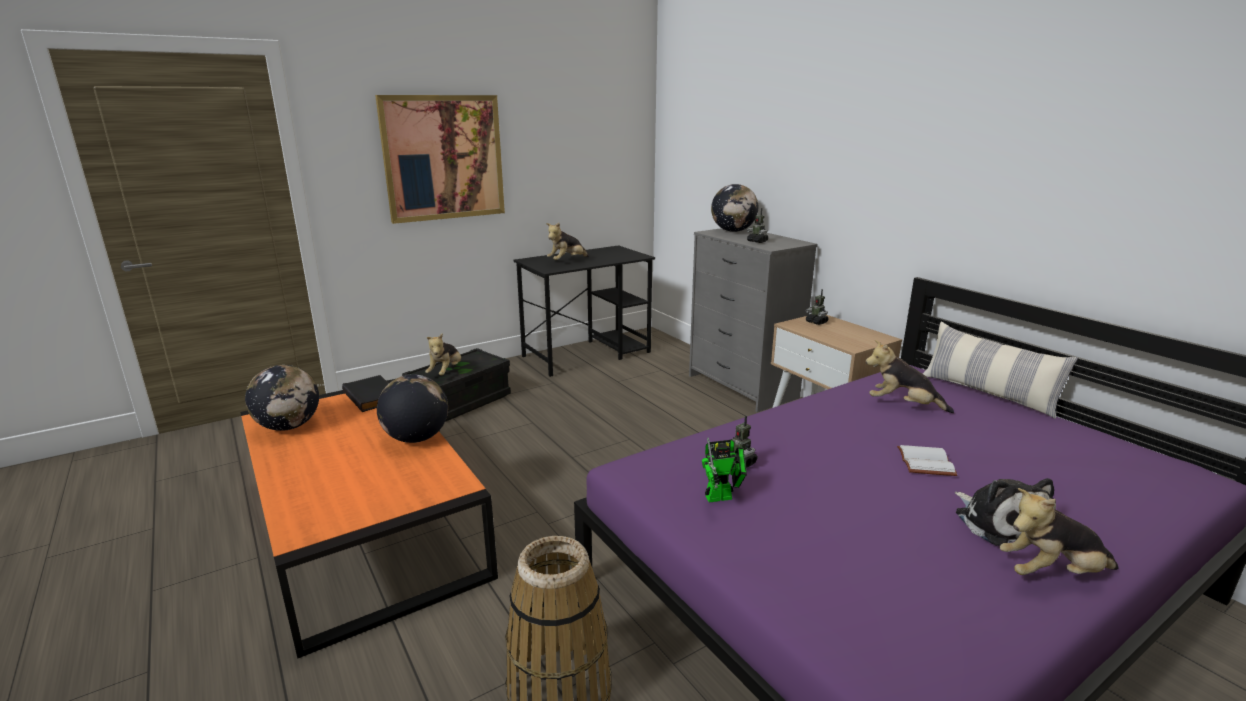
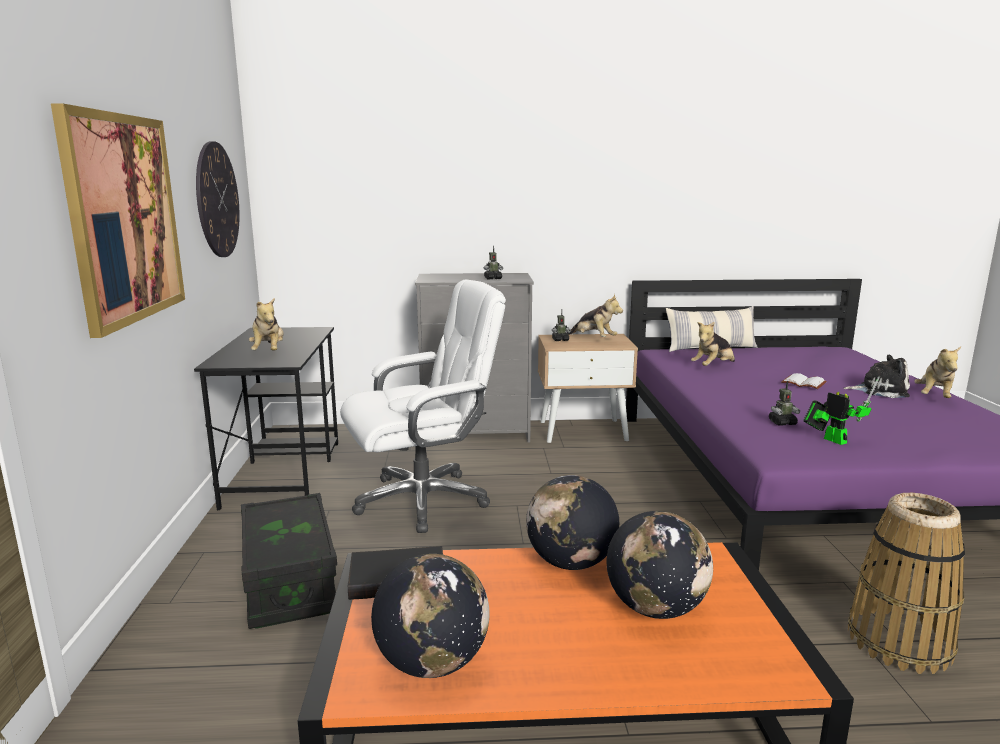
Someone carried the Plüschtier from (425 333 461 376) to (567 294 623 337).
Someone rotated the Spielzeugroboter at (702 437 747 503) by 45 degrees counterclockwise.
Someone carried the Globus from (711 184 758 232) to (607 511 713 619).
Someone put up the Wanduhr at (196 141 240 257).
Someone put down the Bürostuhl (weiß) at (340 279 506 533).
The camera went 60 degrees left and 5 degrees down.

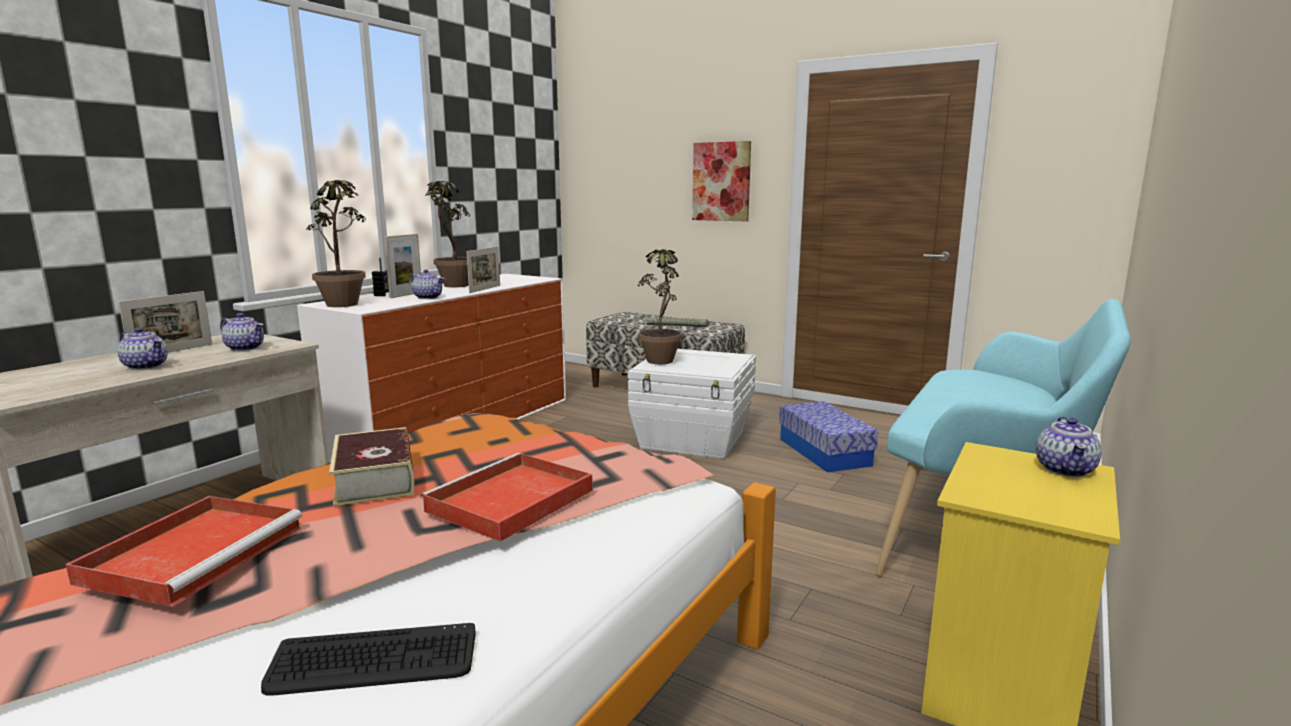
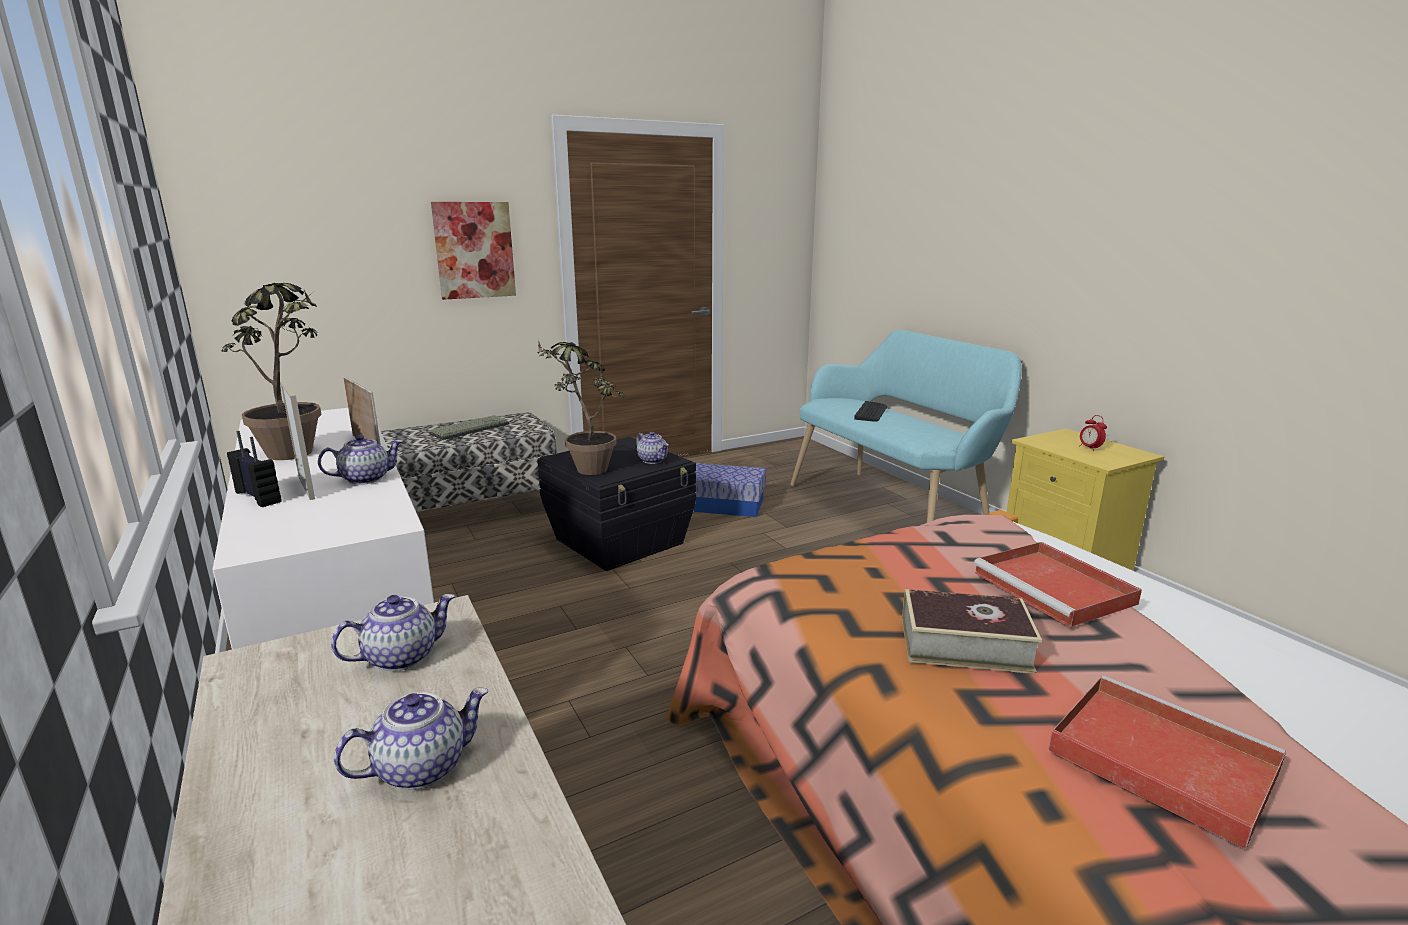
Someone took away the Bilderrahmen at (118 291 212 353).
Someone carried the Tastatur from (261 623 476 696) to (854 401 887 422).
Someone took away the Topfpflanze at (306 180 366 307).
Someone repainted the Aufbewahrungsbox (weiß) at (628 349 756 459), which became the Aufbewahrungsbox (schwarz) at (537 437 696 571).
Someone carried the Teekanne from (1036 417 1102 477) to (636 432 669 464).
Someone put down the Wecker at (1079 415 1107 451).
The camera went 60 degrees left and 5 degrees up.

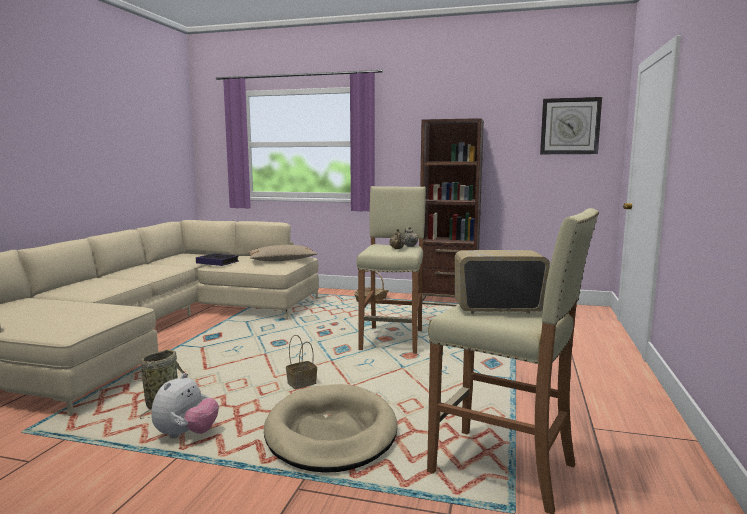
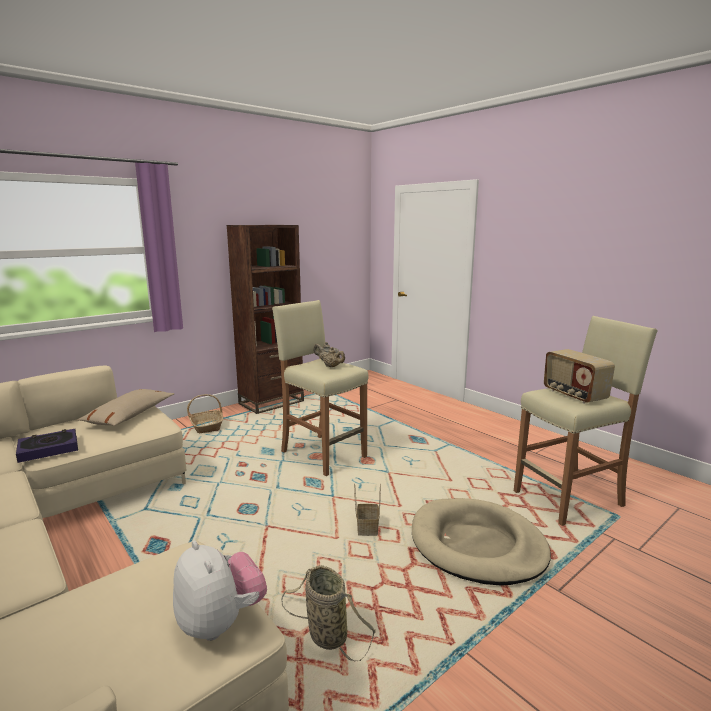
Someone carried the Plüschtier from (151 373 219 438) to (173 540 267 641).
Someone rotated the Radio at (455 250 550 314) by 60 degrees counterclockwise.
Someone took away the Wanduhr at (540 97 602 154).
The camera went 55 degrees left and 5 degrees up.

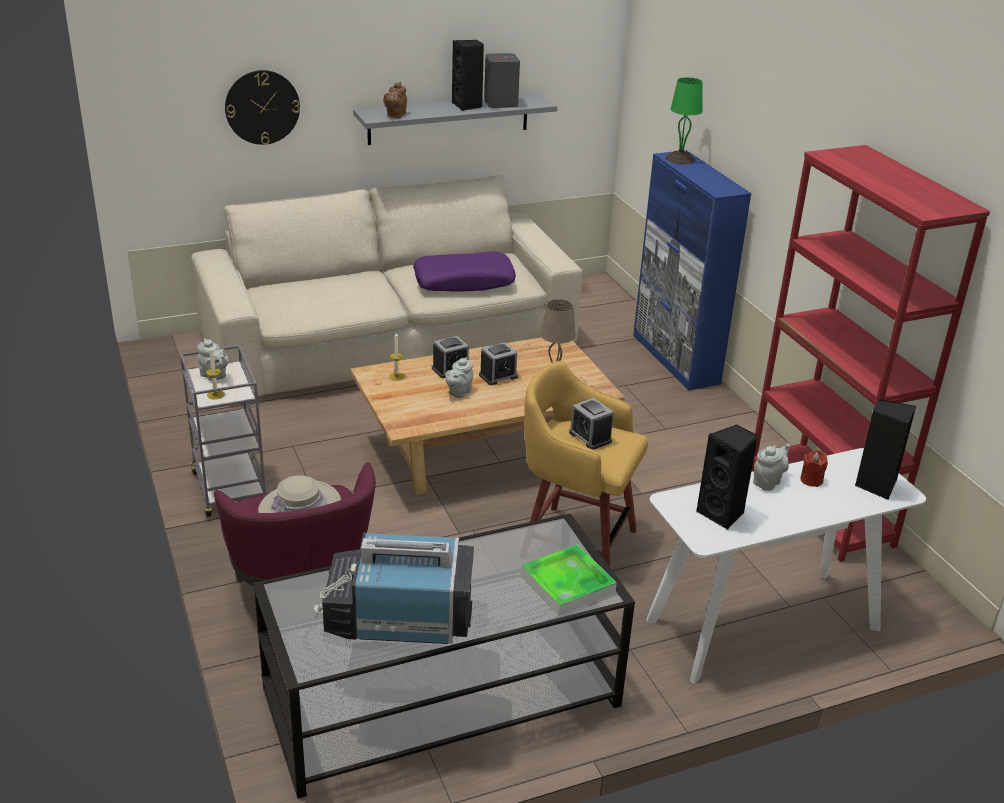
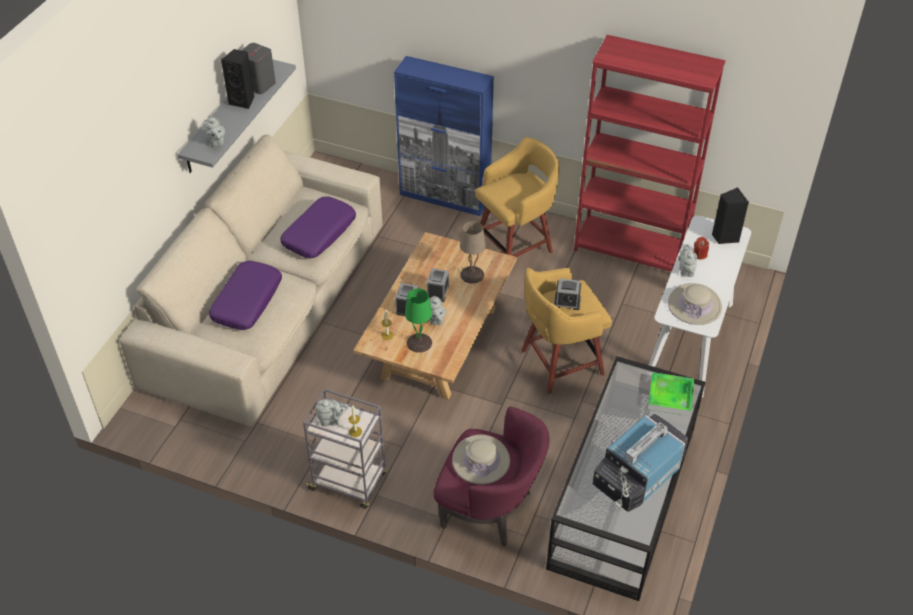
Someone took away the Wanduhr at (225 70 300 145).
Someone repainted the Teekanne (braun) at (383 82 407 118), which became the Teekanne (grau) at (205 116 225 146).
Someone carried the Tischlampe (grün) from (666 77 703 164) to (405 289 432 353).
Someone swapped the Lautsprecher (schwarz) at (696 424 758 530) for the Hut (beige) at (668 283 722 325).
Someone put down the Kissen (lila) at (209 261 282 330).
Someone put down the Hocker (gelb) at (475 137 560 257).
The camera went 45 degrees left and 15 degrees up.

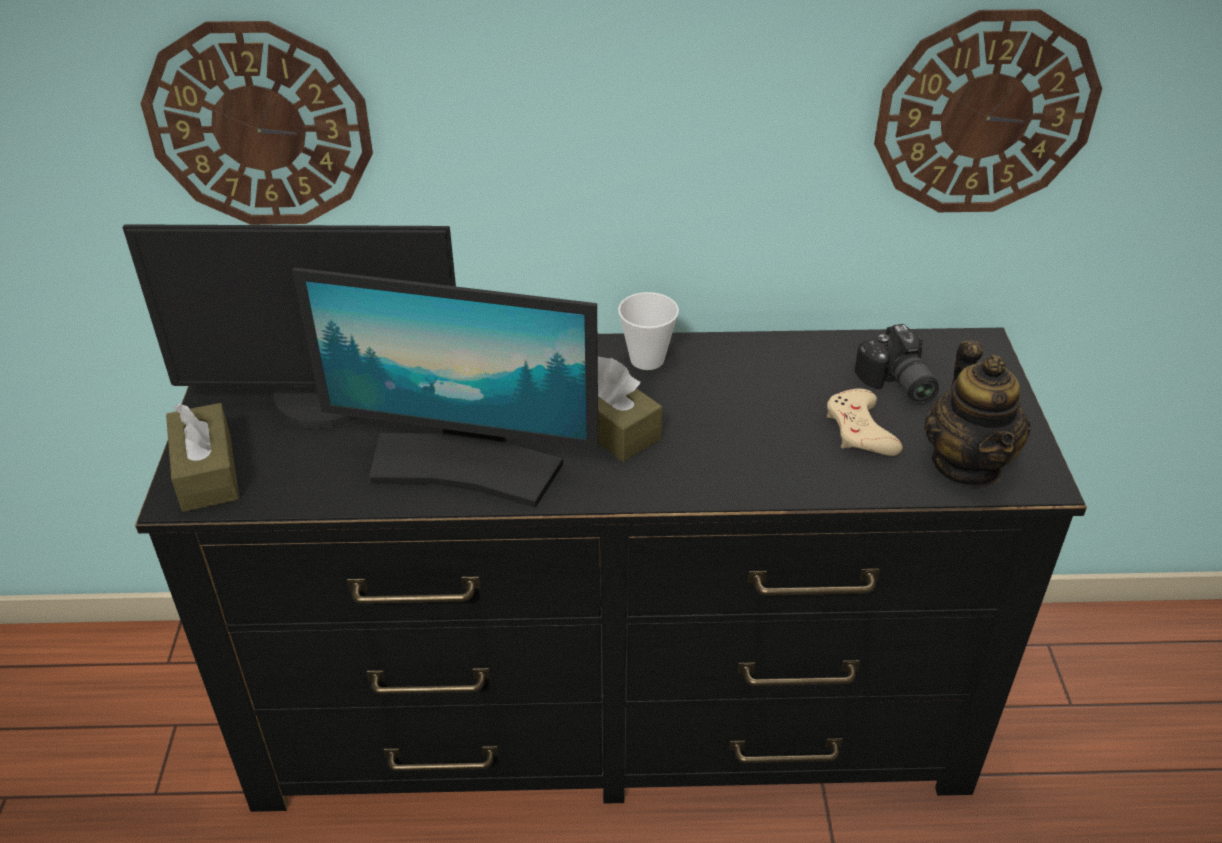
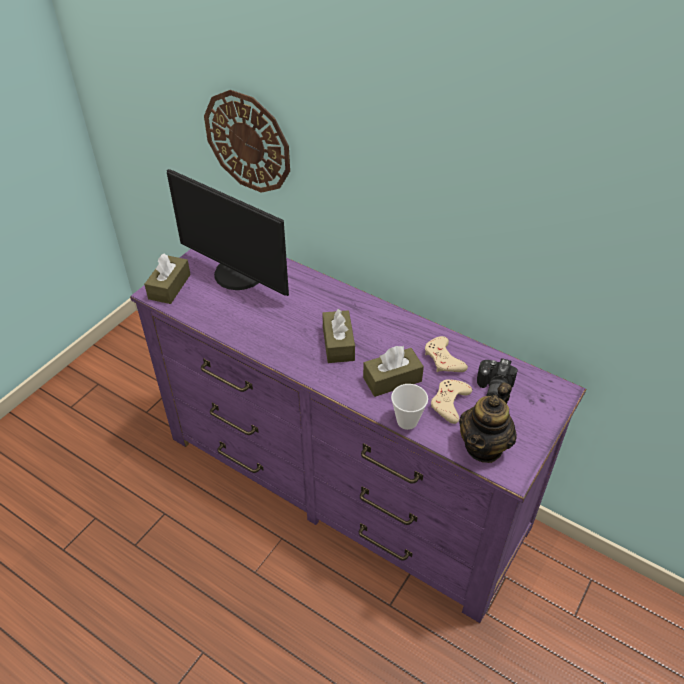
Someone repainted the Kommode (schwarz) at (135 328 1087 812), which became the Kommode (lila) at (130 249 586 623).
Someone took away the Monitor at (292 268 598 508).
Someone carried the Tasse from (618 292 679 370) to (391 384 428 430).
Someone took away the Wanduhr at (874 9 1102 212).
Someone put down the Taschentuchbox (braun) at (363 346 424 397).
Someone put down the Gamepad (beige) at (425 336 468 372).
The camera went 35 degrees right and 5 degrees up.

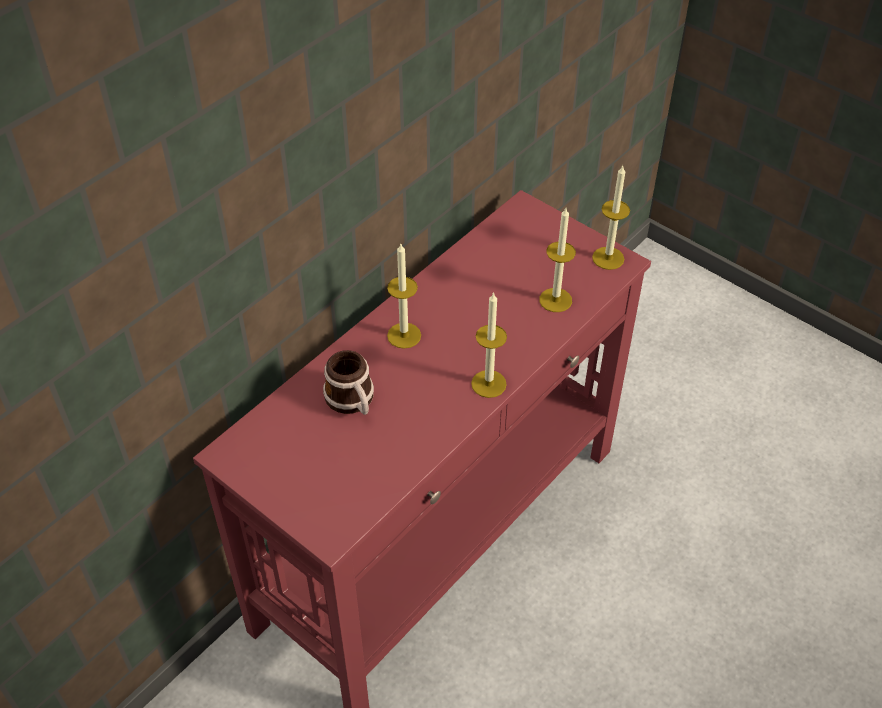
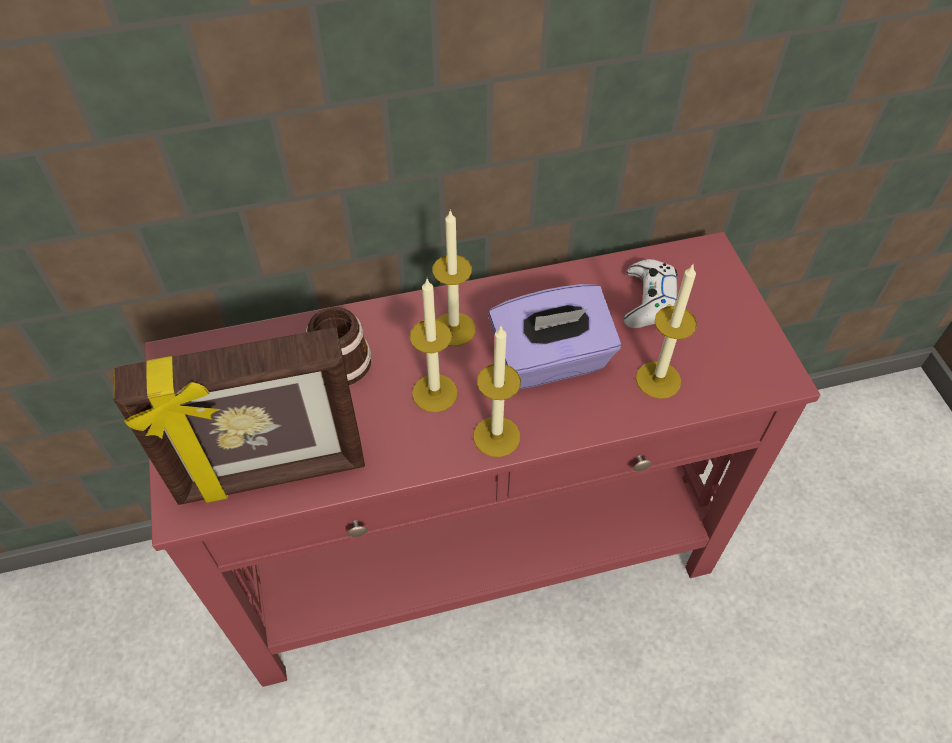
Someone carried the Kerze from (592 166 630 270) to (410 279 458 412).
Someone put down the Bilderrahmen at (113 327 365 505).
Someone put down the Taschentuchbox (lila) at (488 284 621 389).
Someone put down the Gamepad (weiß) at (623 259 677 328).
The camera went 35 degrees right and 5 degrees up.

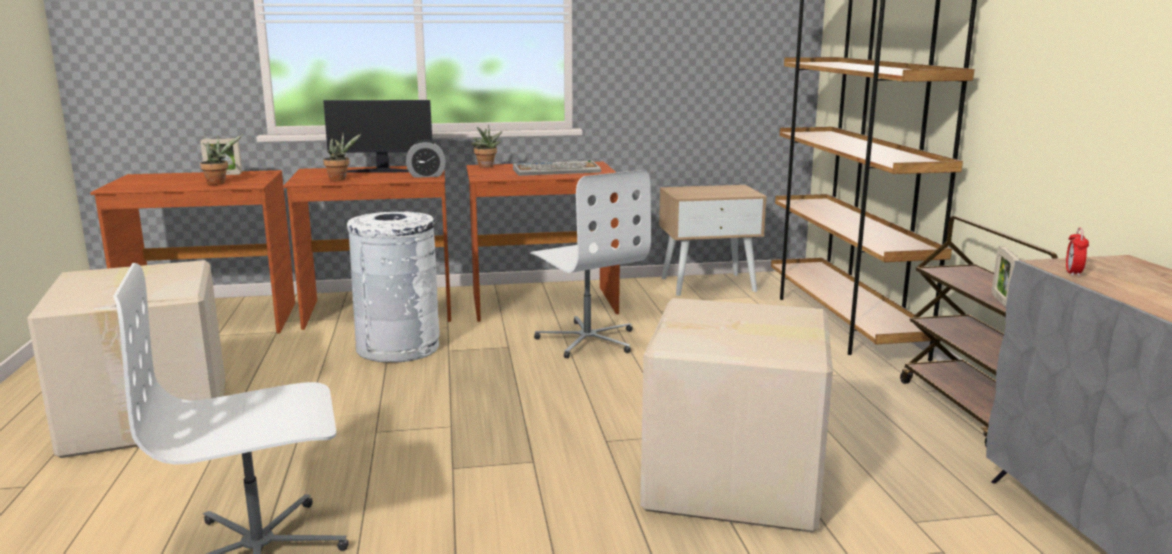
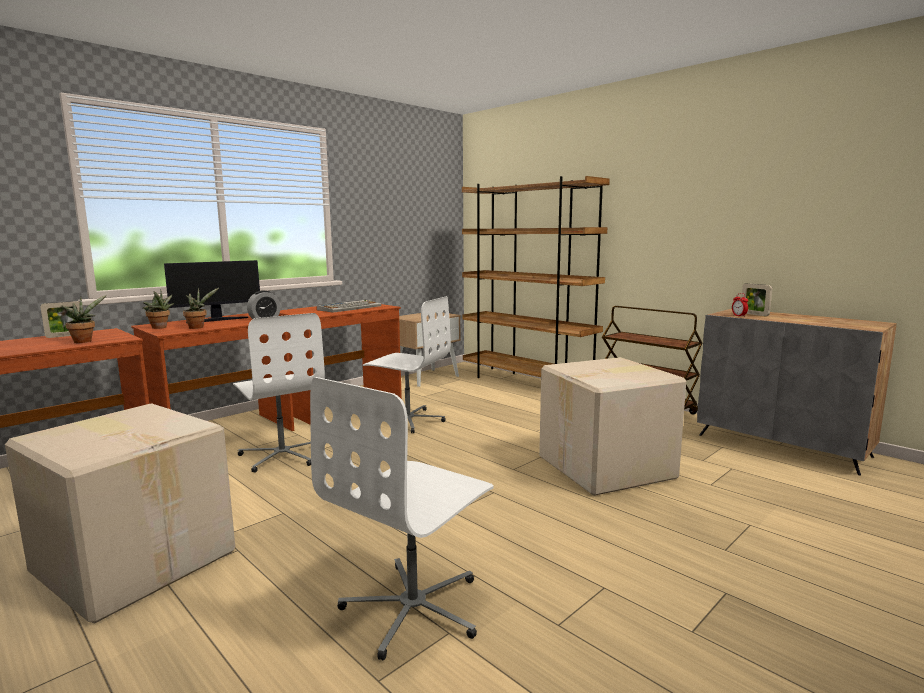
Someone swapped the Mülleimer (weiß) at (347 211 440 363) for the Bürostuhl (weiß) at (233 313 325 473).
Someone carried the Topfpflanze from (471 125 502 168) to (143 289 174 329).
Someone carried the Bilderrahmen from (992 246 1020 307) to (742 283 772 316).
The camera went 35 degrees left and 5 degrees down.

